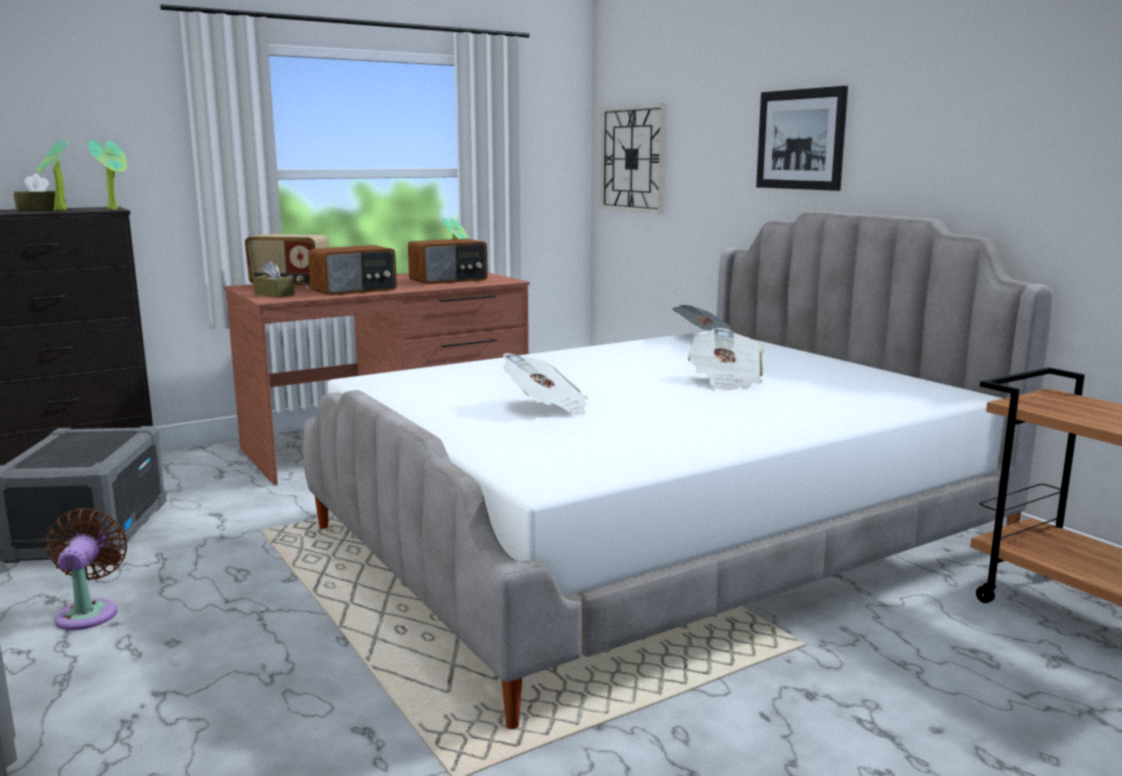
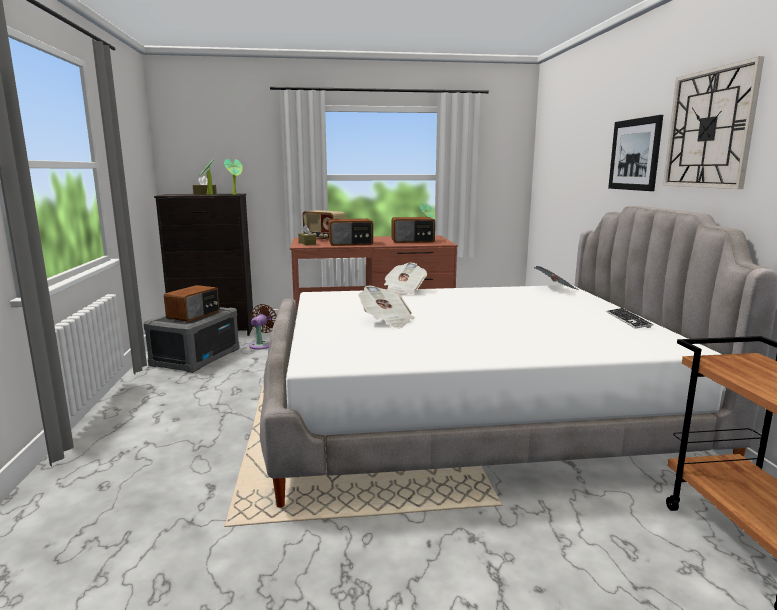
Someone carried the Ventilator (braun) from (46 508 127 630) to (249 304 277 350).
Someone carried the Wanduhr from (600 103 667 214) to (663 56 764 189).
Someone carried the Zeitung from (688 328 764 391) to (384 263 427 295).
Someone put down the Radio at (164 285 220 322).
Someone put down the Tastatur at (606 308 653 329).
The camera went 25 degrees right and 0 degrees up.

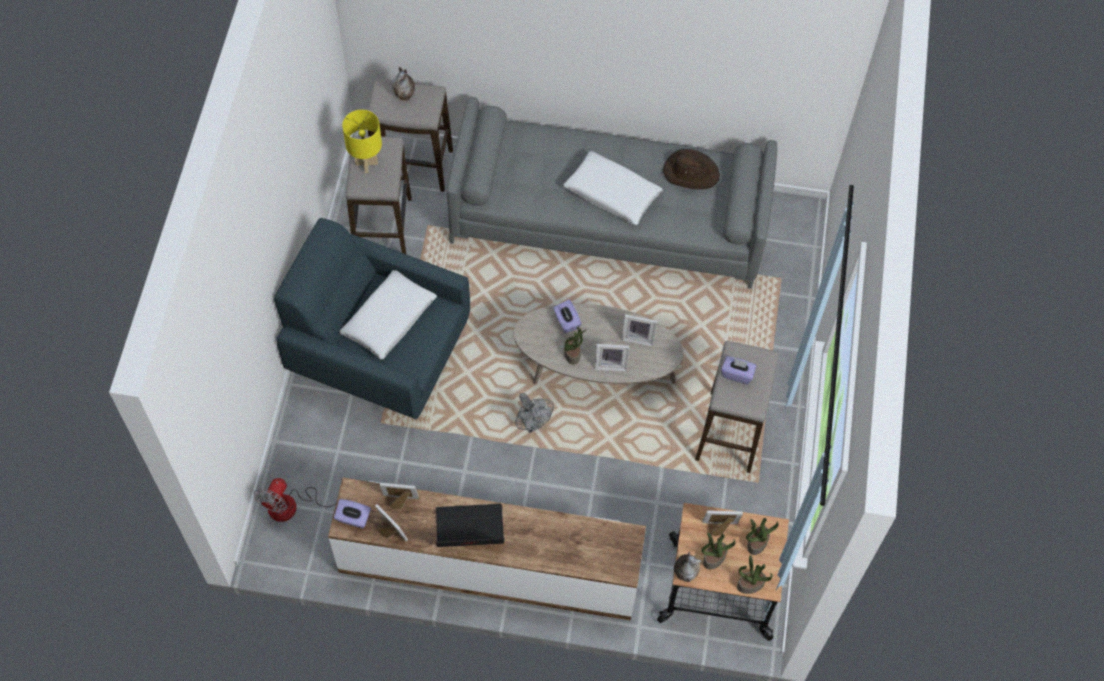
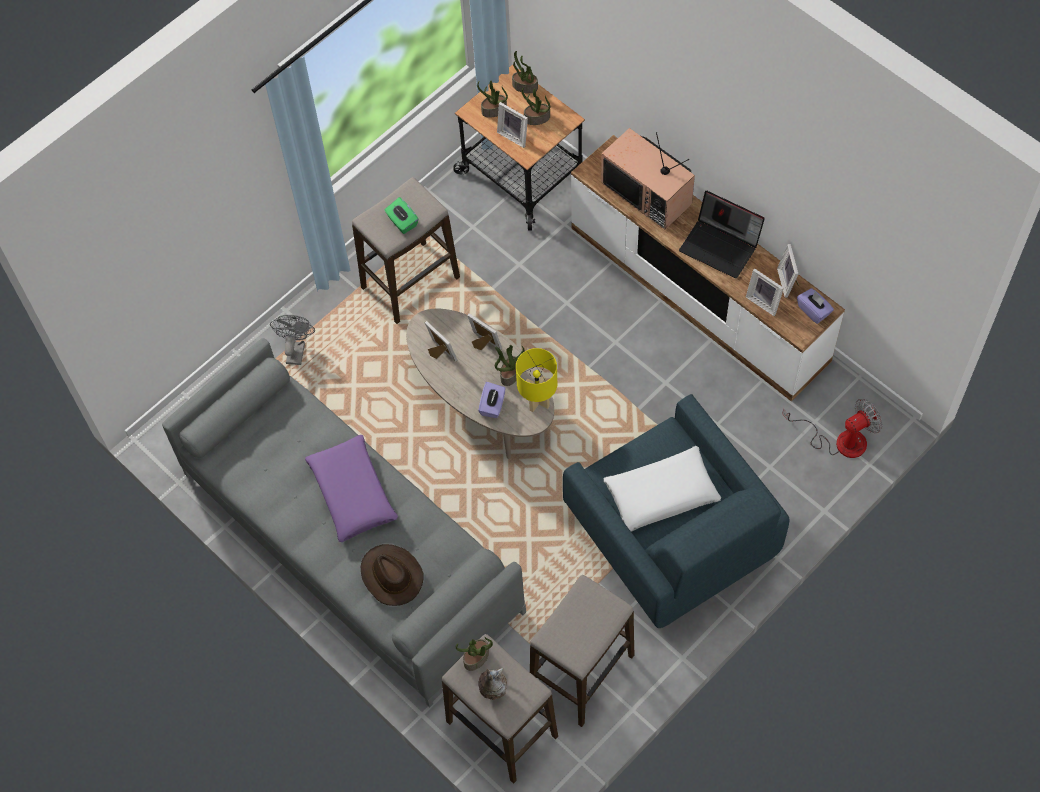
Someone carried the Tischlampe (gelb) from (342 110 382 173) to (516 348 557 412).
Someone carried the Ventilator (grau) from (515 393 554 433) to (270 315 315 365).
Someone repainted the Kissen (weiß) at (563 151 663 225), which became the Kissen (lila) at (305 435 398 542).
Someone carried the Hut (braun) from (663 149 720 190) to (361 544 424 606).
Someone took away the Vase at (674 552 701 582).
Someone repainted the Taschentuchbox (lila) at (721 356 756 384), which became the Taschentuchbox (grün) at (384 197 418 234).
Someone put down the Topfpflanze at (456 637 493 671).
Someone put down the Fernseher at (601 128 695 229).
The camera went 140 degrees left and 0 degrees up.

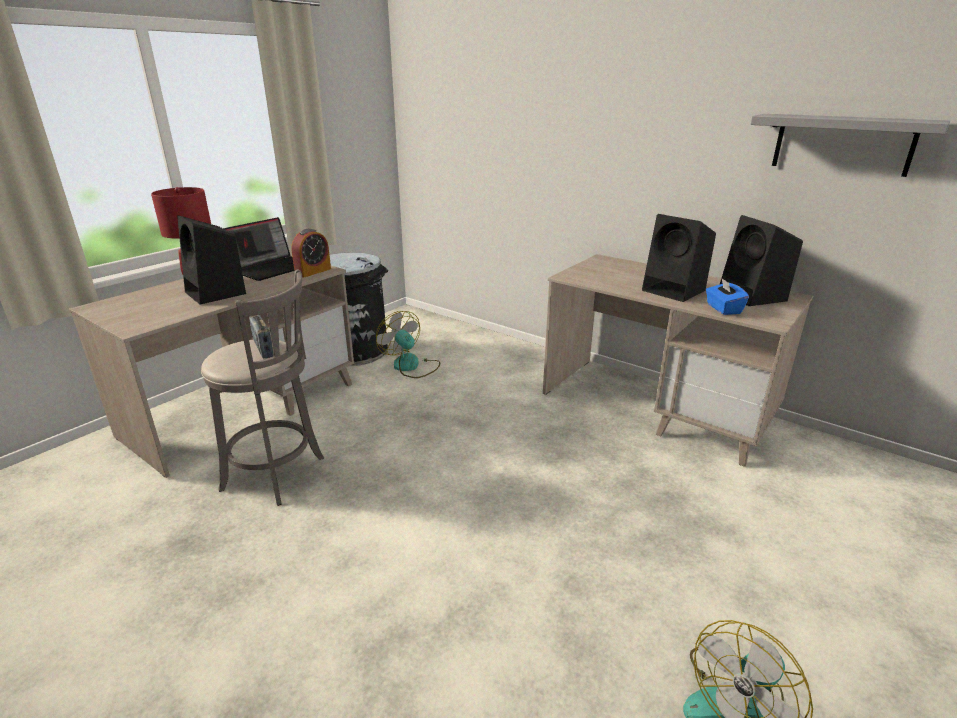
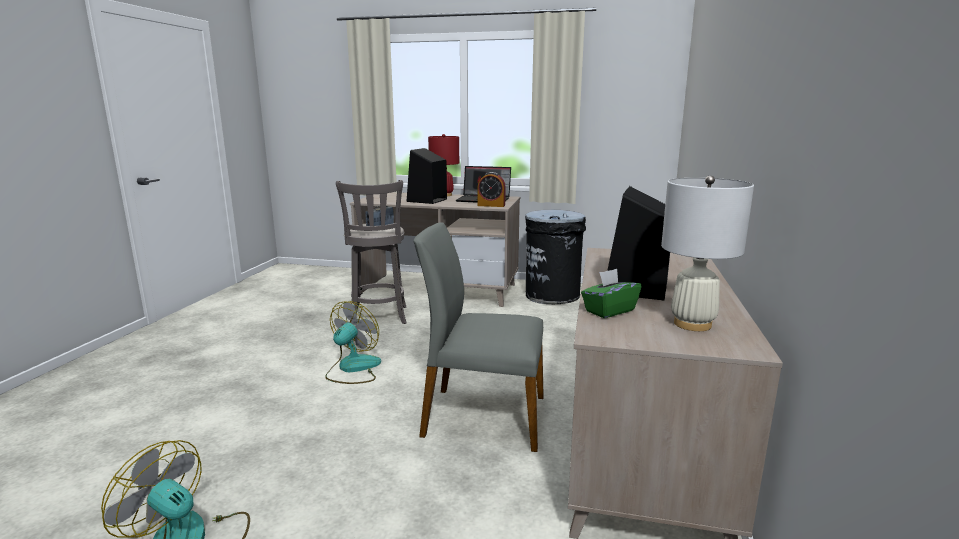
Someone carried the Ventilator from (376 311 440 378) to (325 301 381 384).
Someone repainted the Taschentuchbox (blau) at (706 277 749 315), which became the Taschentuchbox (grün) at (581 269 642 318).
Someone swapped the Lautsprecher (schwarz) at (720 215 803 306) for the Tischlampe (weiß) at (661 176 754 331).
Someone took away the Wandregal (grau) at (751 114 950 177).
Someone put down the Stuhl (grau) at (414 222 544 452).
The camera went 65 degrees right and 10 degrees down.

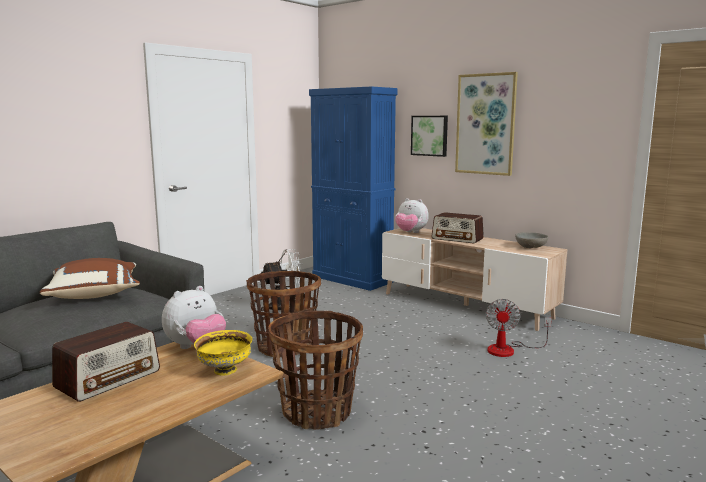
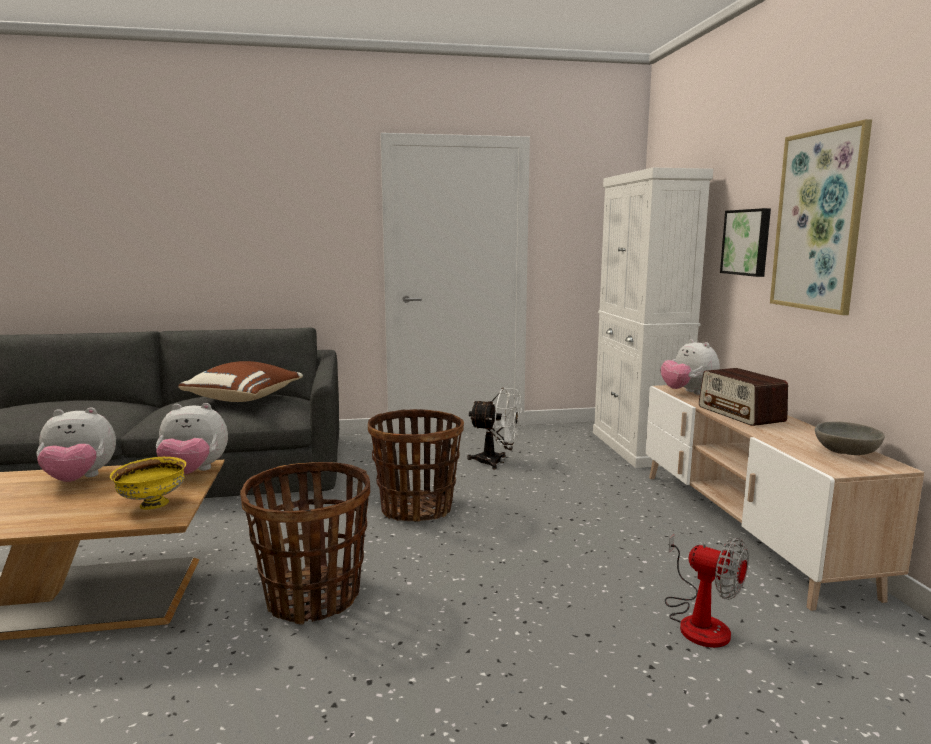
Someone swapped the Radio at (52 322 160 402) for the Plüschtier at (36 407 116 482).
Someone repainted the Schrank (blau) at (309 86 398 291), which became the Schrank (weiß) at (593 168 713 468).
Someone rotated the Ventilator at (486 299 552 357) by 105 degrees counterclockwise.
The camera went 40 degrees right and 0 degrees up.

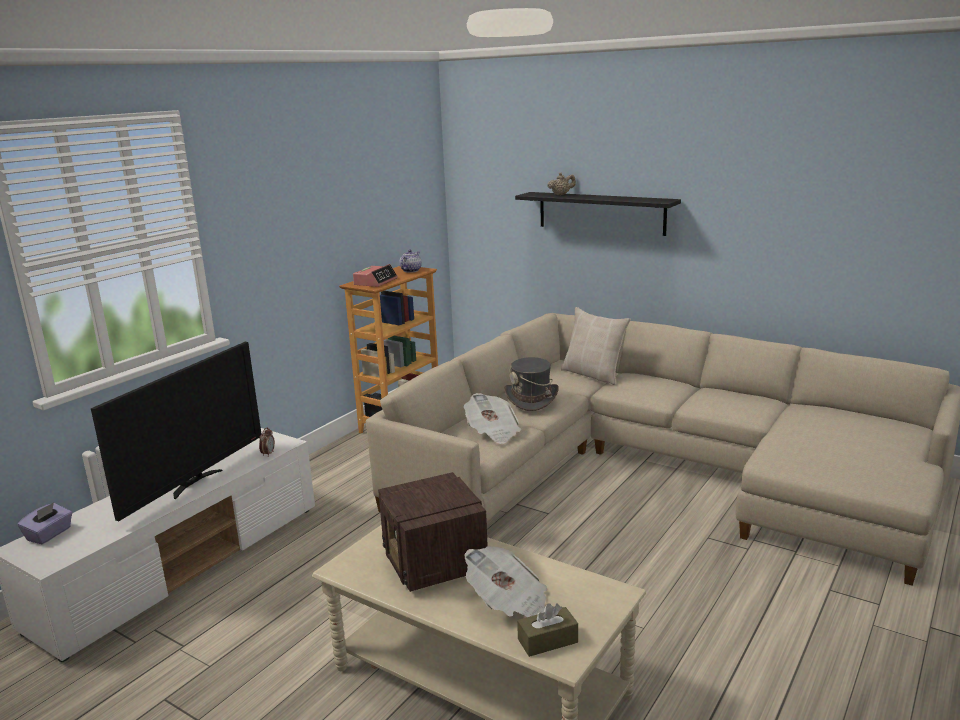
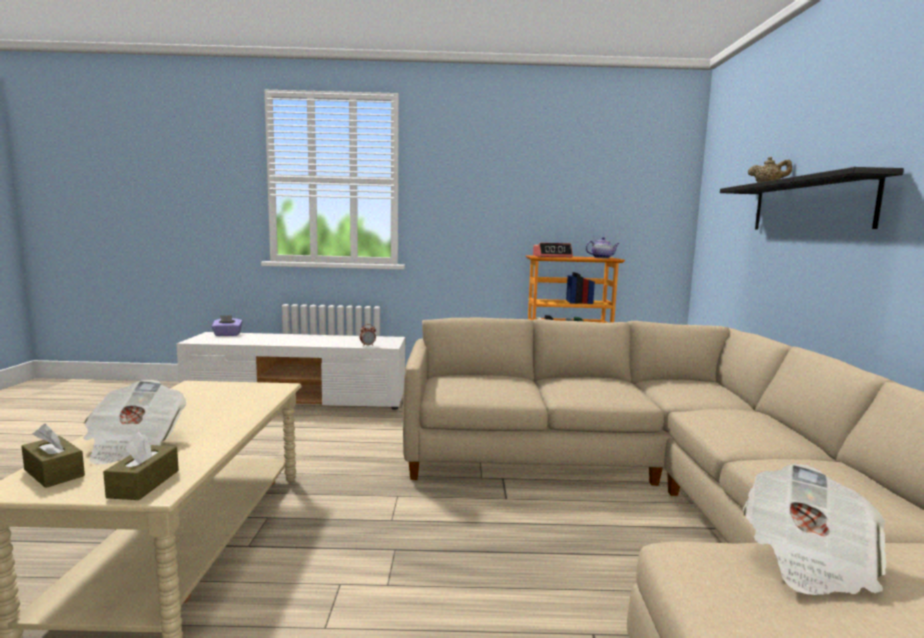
Someone took away the Fernseher at (91 342 261 521).
Someone took away the Radio at (378 472 488 592).
Someone carried the Zeitung from (464 393 521 444) to (743 464 886 595).
Someone took away the Hut (grau) at (504 357 559 411).
Someone took away the Kissen (beige) at (561 307 631 385).
Someone put down the Taschentuchbox (braun) at (103 432 179 500).
The camera went 55 degrees right and 10 degrees down.

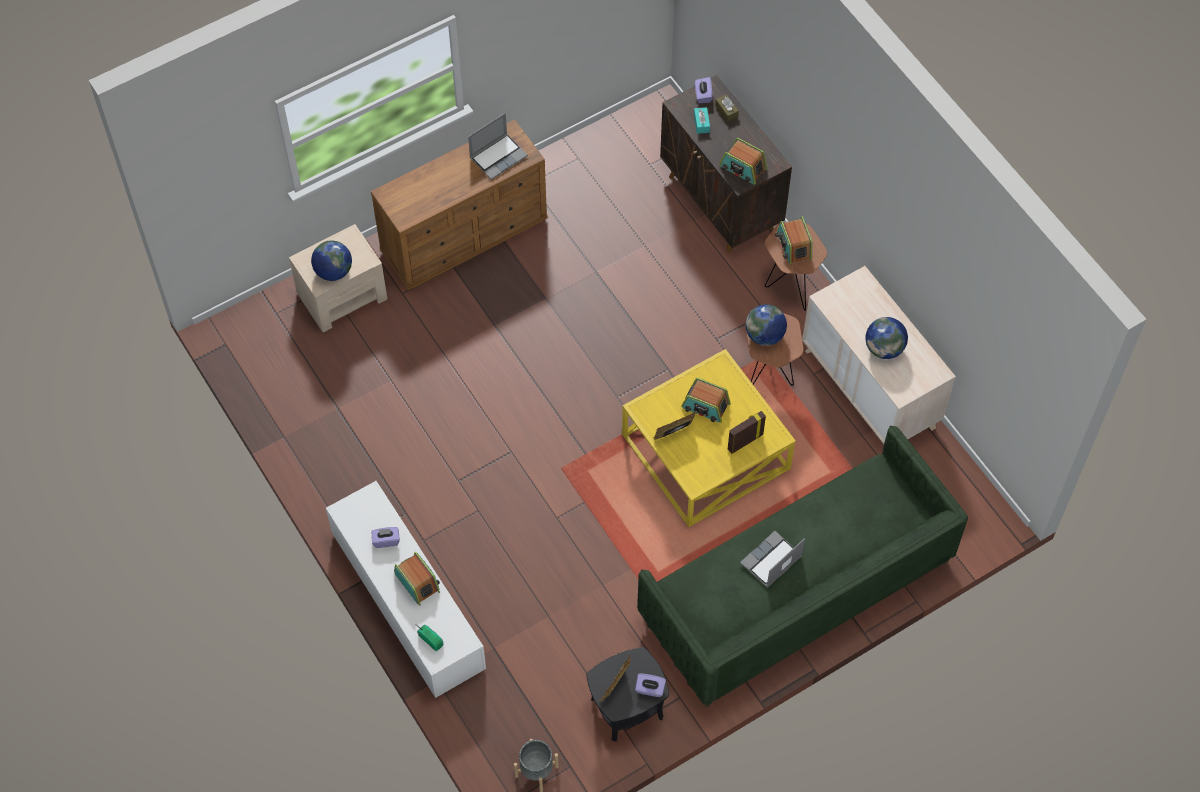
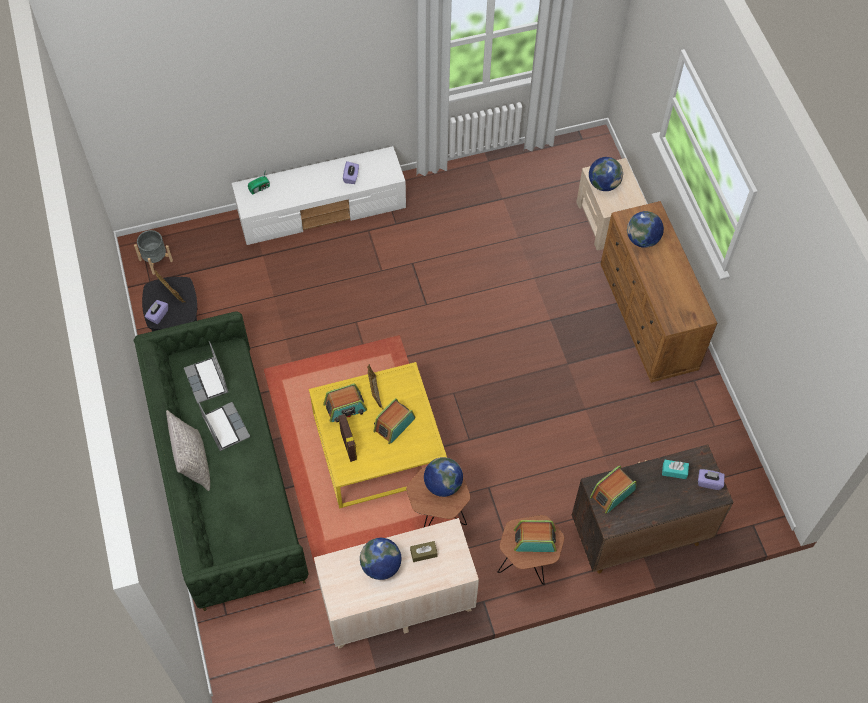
Someone carried the Radio from (394 552 440 606) to (323 383 367 422).
Someone carried the Laptop from (468 113 528 180) to (184 341 228 404).
Someone carried the Taschentuchbox (braun) from (715 94 739 122) to (410 541 438 562).
Someone put down the Kissen (grau) at (166 410 210 491).
Someone put down the Globus at (627 211 664 248).
The camera went 105 degrees right and 0 degrees up.

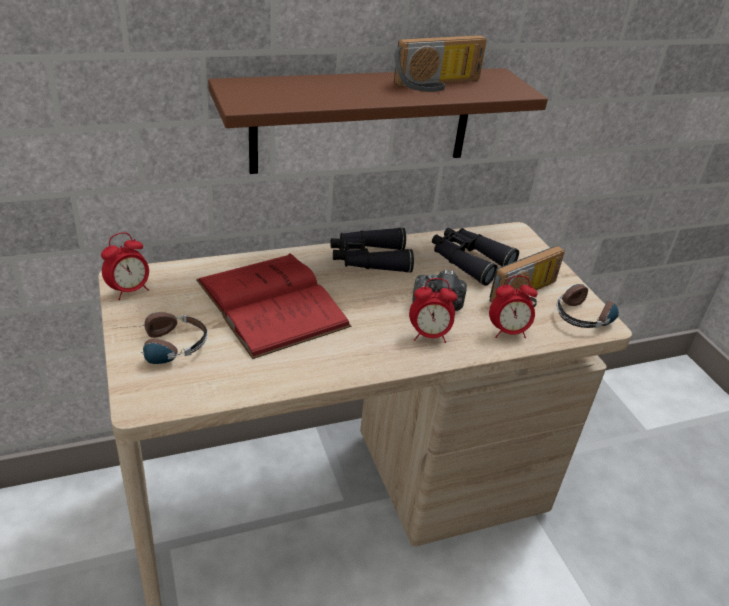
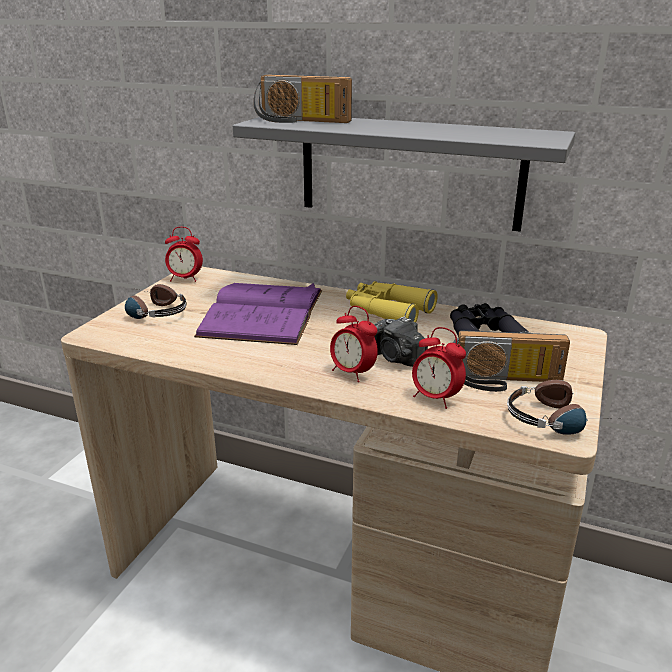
Someone repainted the Buch (rot) at (196 253 351 359), which became the Buch (lila) at (194 283 322 345).
Someone repainted the Wandregal (braun) at (208 68 548 174), which became the Wandregal (grau) at (233 117 575 232).
Someone repainted the Fernglas (schwarz) at (330 227 414 273), which became the Fernglas (gelb) at (346 281 437 323).
Someone carried the Radio from (394 35 487 92) to (253 75 352 123).
The camera went 45 degrees right and 10 degrees down.

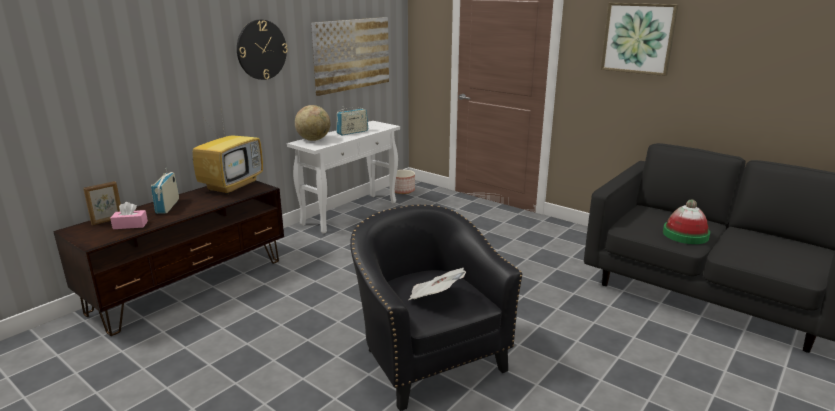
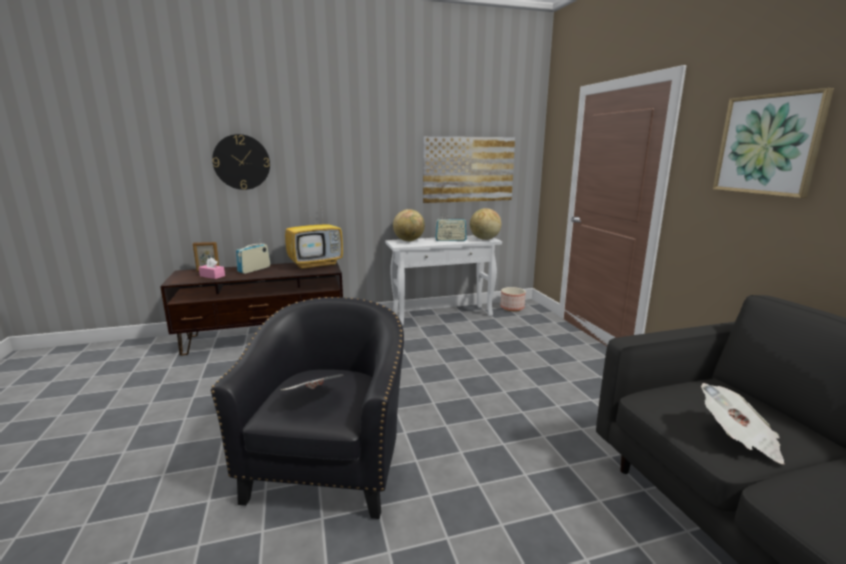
Someone carried the Wanduhr from (237 20 288 80) to (212 134 270 190).
Someone swapped the Hut at (663 199 710 244) for the Zeitung at (701 383 785 464).
Someone put down the Globus at (470 208 501 240).
The camera went 35 degrees right and 5 degrees down.

